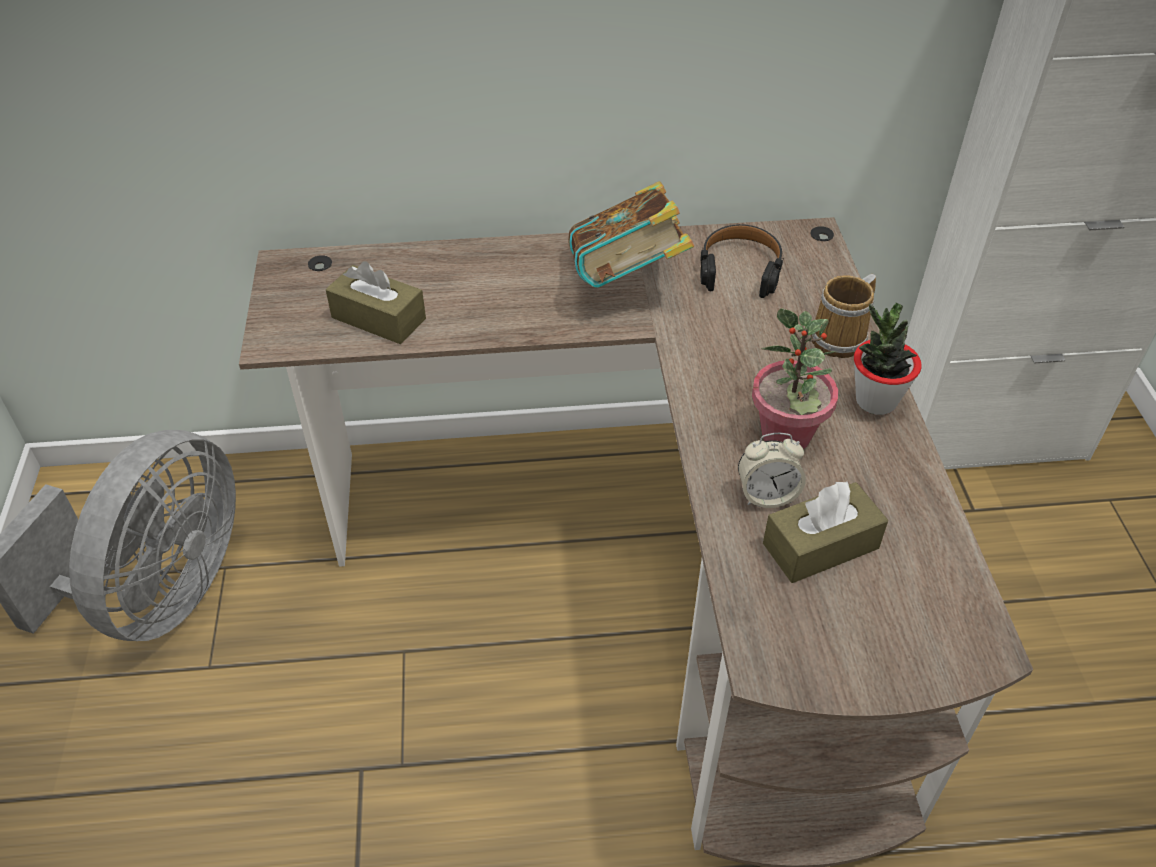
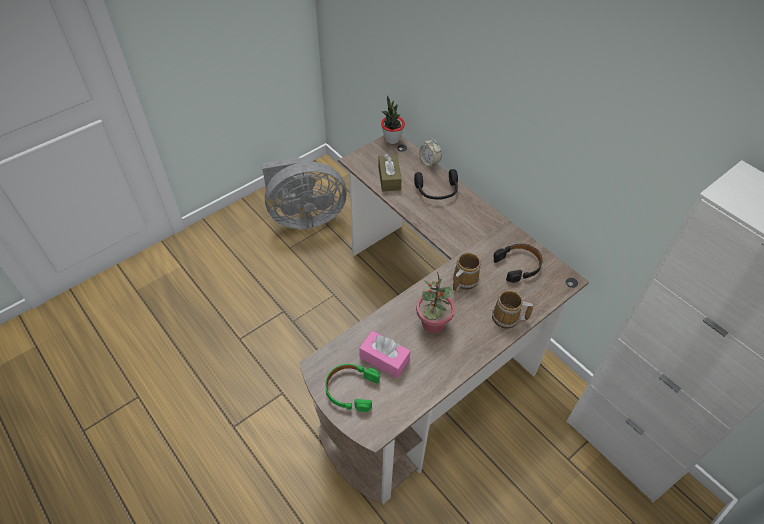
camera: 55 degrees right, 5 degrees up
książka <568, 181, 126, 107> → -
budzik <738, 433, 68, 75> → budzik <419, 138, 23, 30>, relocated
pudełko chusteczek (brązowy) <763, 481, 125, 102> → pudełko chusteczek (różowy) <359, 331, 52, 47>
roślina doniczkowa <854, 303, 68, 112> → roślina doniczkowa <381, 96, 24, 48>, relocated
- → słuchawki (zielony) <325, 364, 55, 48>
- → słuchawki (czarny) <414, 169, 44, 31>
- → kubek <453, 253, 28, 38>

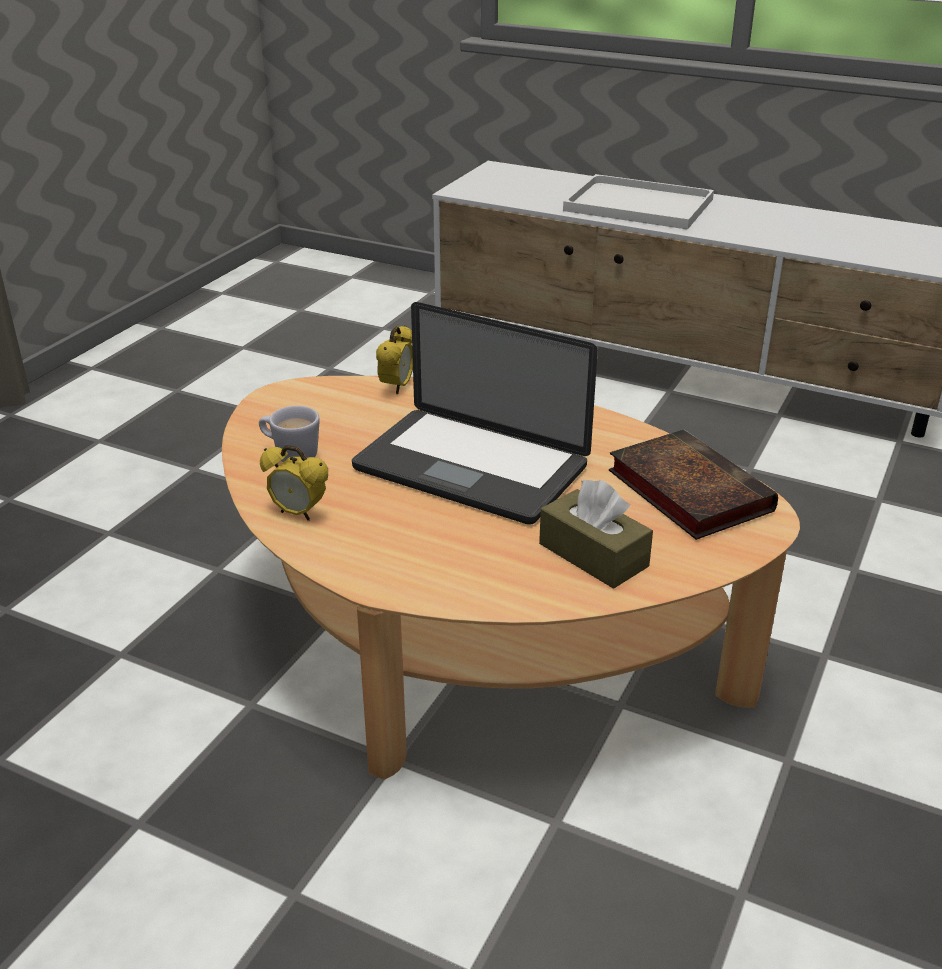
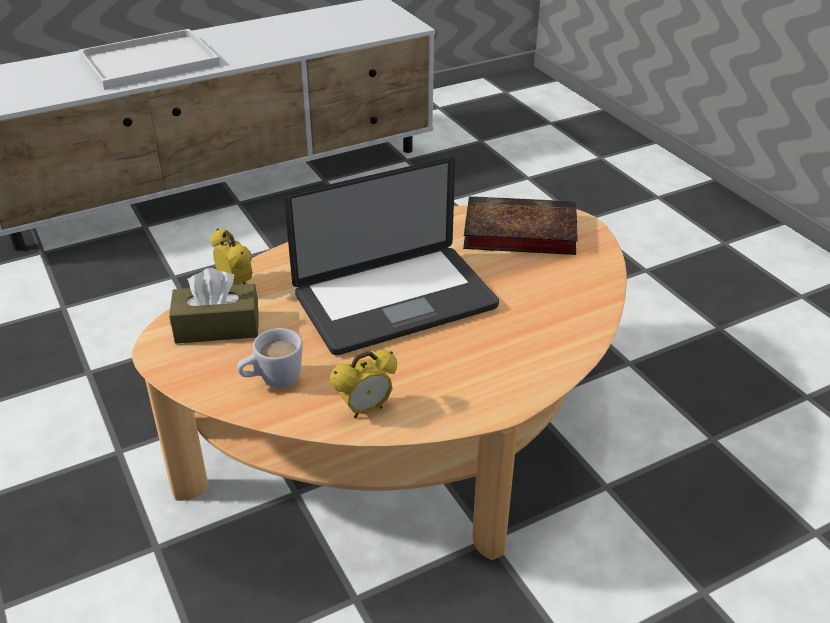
camera: 55 degrees left, 5 degrees up
pudełko chusteczek (brązowy) <539, 480, 114, 109> → pudełko chusteczek (brązowy) <169, 268, 90, 76>, relocated

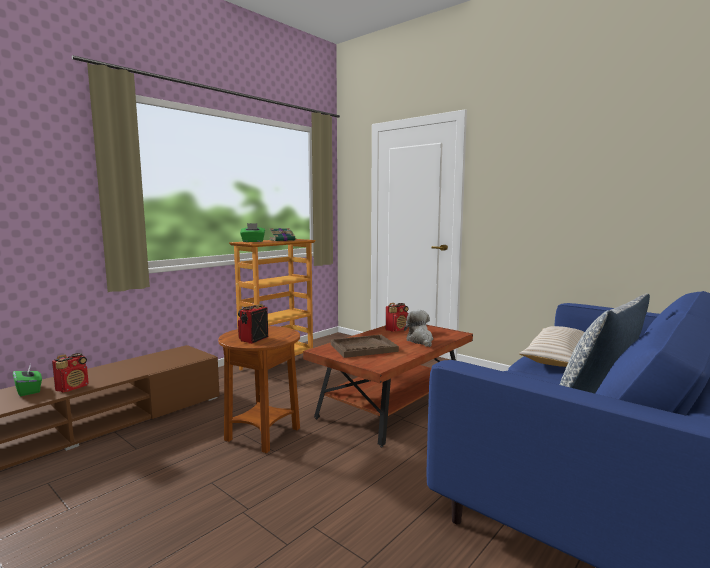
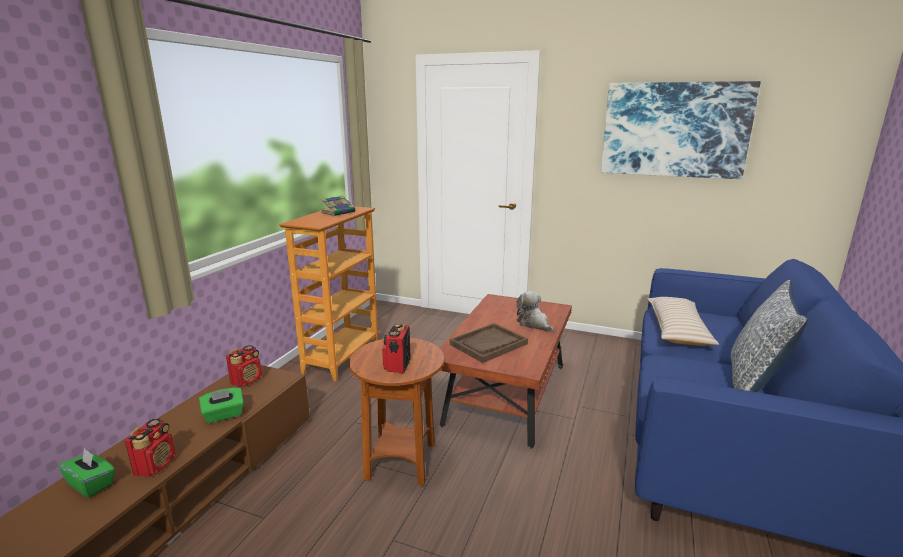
camera: 20 degrees left, 10 degrees up
pudełko chusteczek (zielony) <240, 223, 25, 19> → pudełko chusteczek (zielony) <199, 388, 45, 35>, relocated
radio <386, 303, 23, 29> → radio <226, 345, 36, 42>, relocated
- → obraz <601, 81, 160, 98>

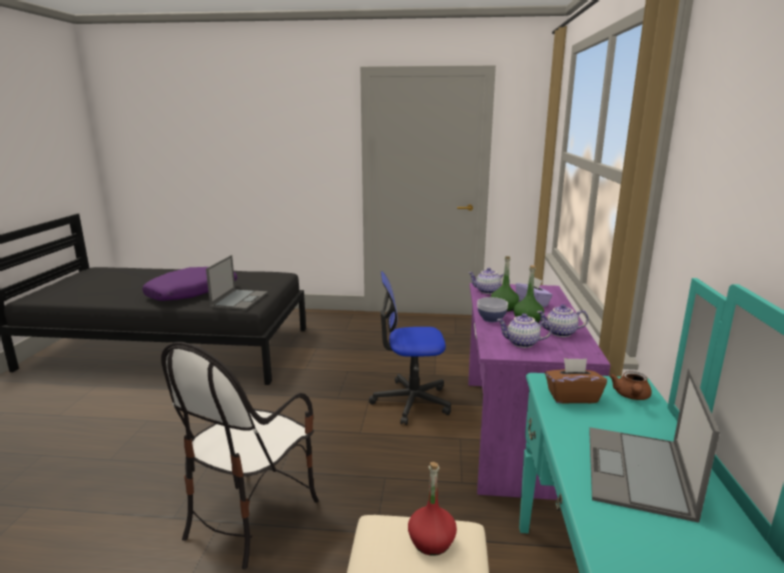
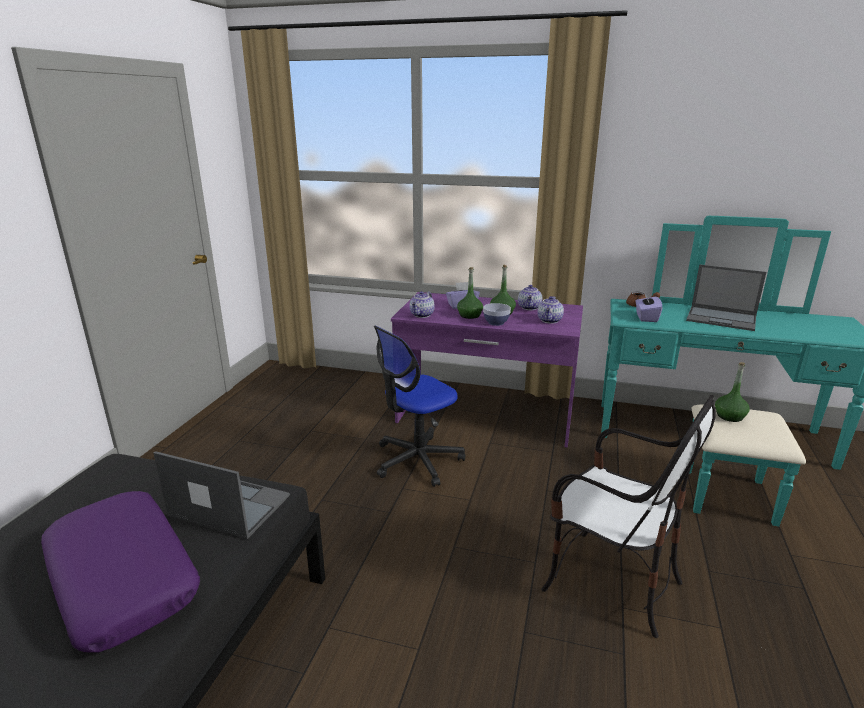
camera: 80 degrees left, 5 degrees up
krzesło biurowe <369, 271, 82, 154> → krzesło biurowe <374, 326, 91, 161>, 45 degrees clockwise
butelka (czerwony) <408, 462, 49, 94> → butelka (zielony) <715, 362, 35, 60>
pudełko chusteczek (brązowy) <545, 358, 62, 45> → pudełko chusteczek (fioletowy) <635, 293, 28, 29>

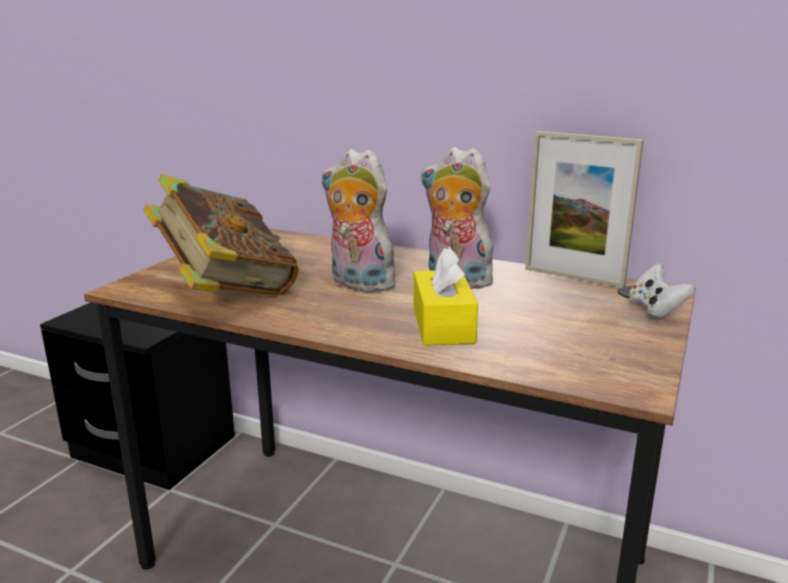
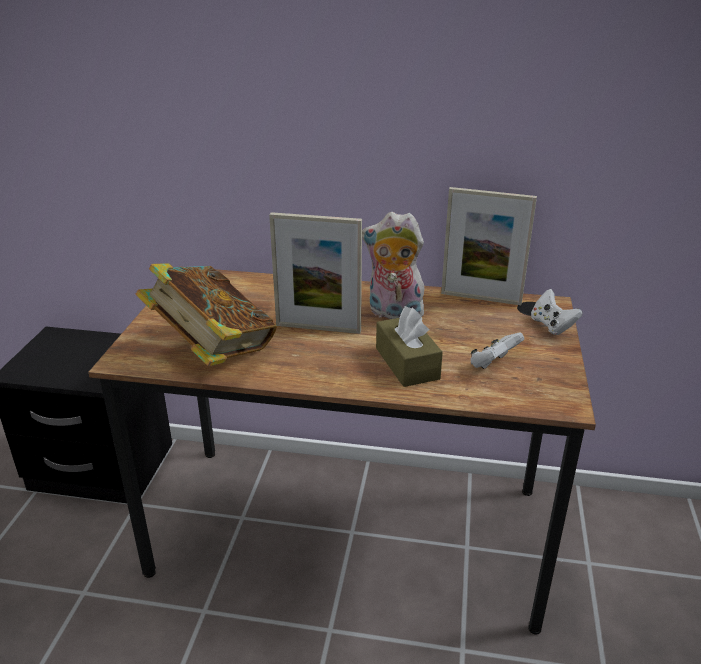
camera: 15 degrees left, 10 degrees up
pluszak <321, 149, 77, 143> → ramka na zdjęcie <269, 212, 93, 122>
pudełko chusteczek (żółty) <413, 247, 65, 99> → pudełko chusteczek (brązowy) <376, 306, 67, 81>
- → pad do gier (biały) <470, 332, 54, 37>

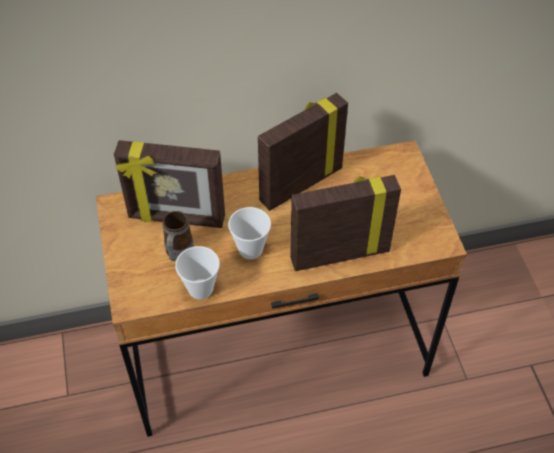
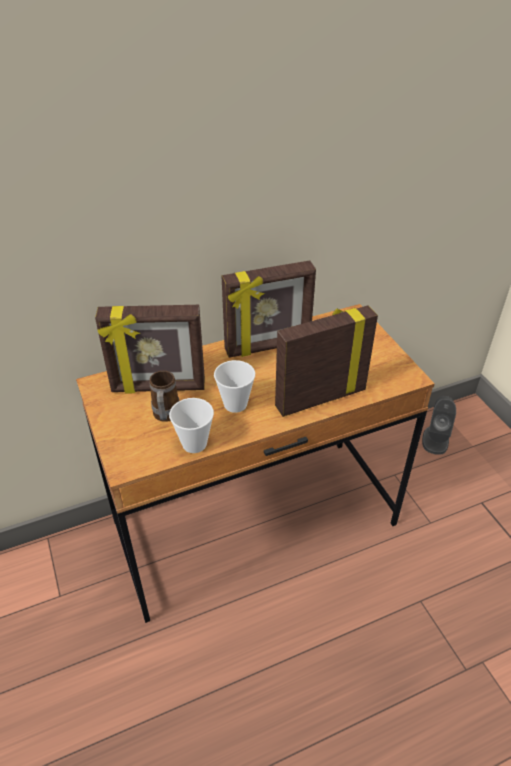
camera: 10 degrees left, 10 degrees down
ramka na zdjęcie <258, 93, 90, 118> → ramka na zdjęcie <222, 260, 94, 98>, 150 degrees counterclockwise
- → głośnik (szary) <422, 396, 34, 59>

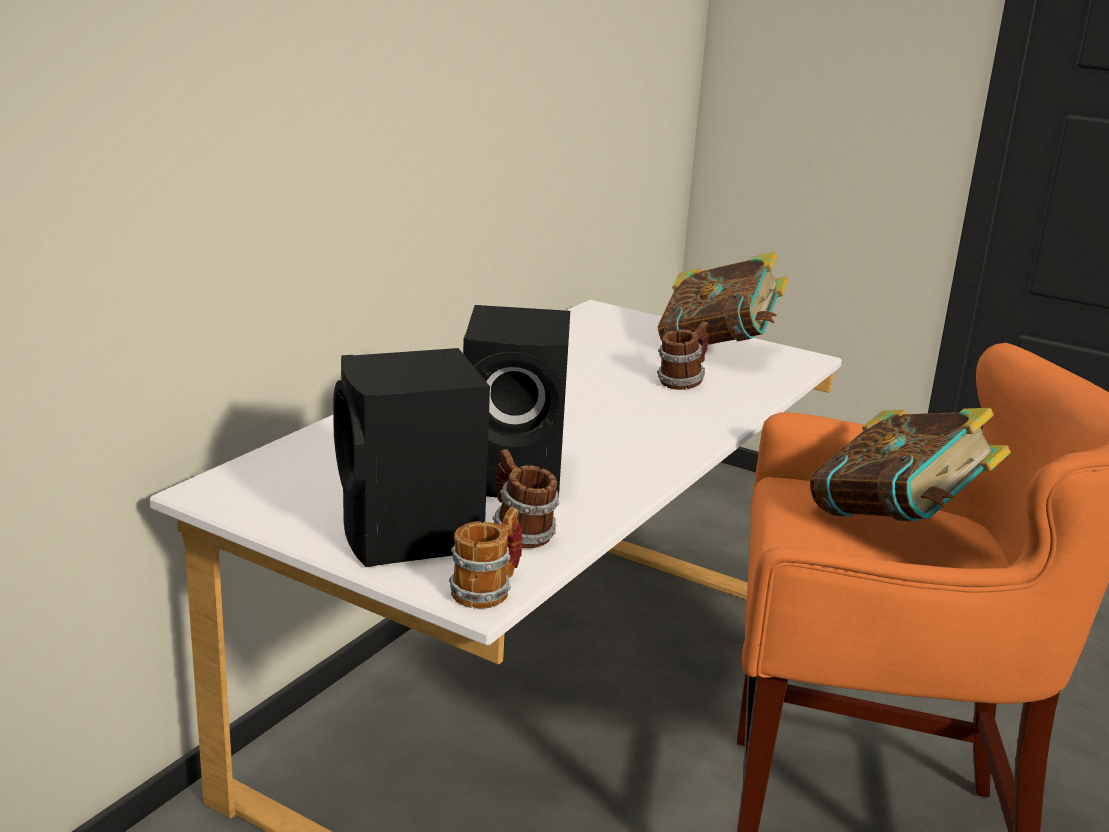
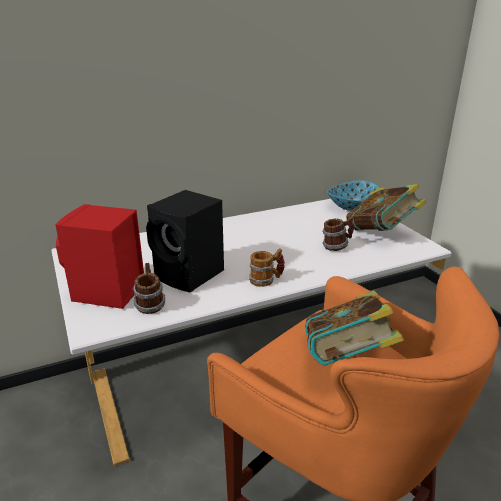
camera: 35 degrees right, 5 degrees up
głośnik (czarny) <333, 348, 157, 219> → głośnik (czerwony) <56, 204, 88, 105>
kubek <449, 507, 74, 102> → kubek <249, 248, 36, 39>, relocated
- → miska <327, 181, 52, 30>

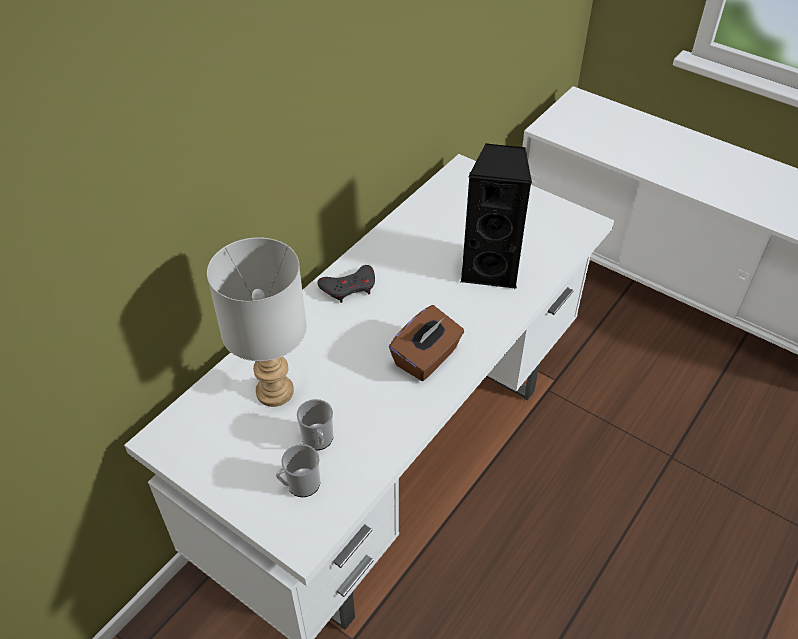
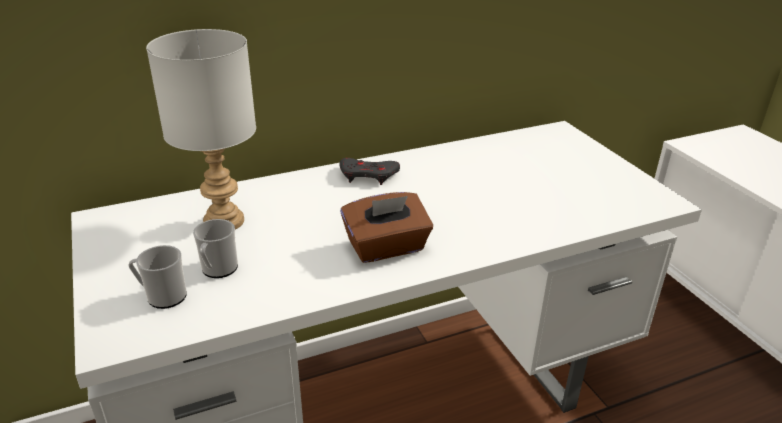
camera: 30 degrees right, 15 degrees down
głośnik (czarny) <460, 143, 72, 146> → -

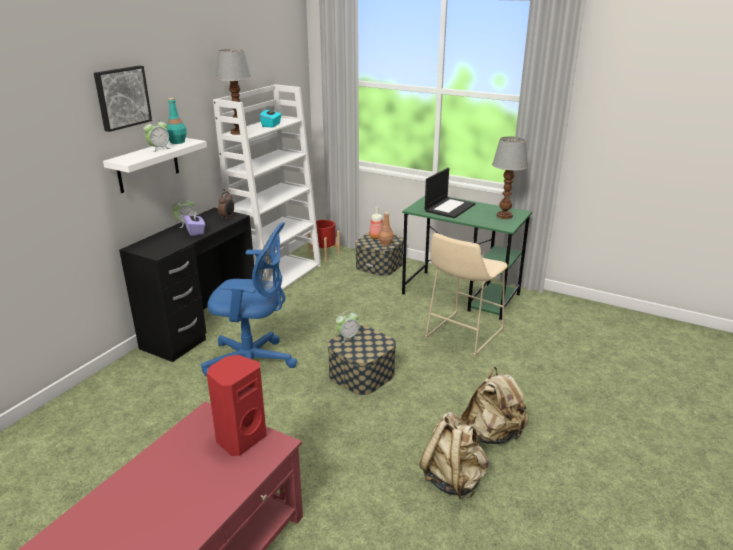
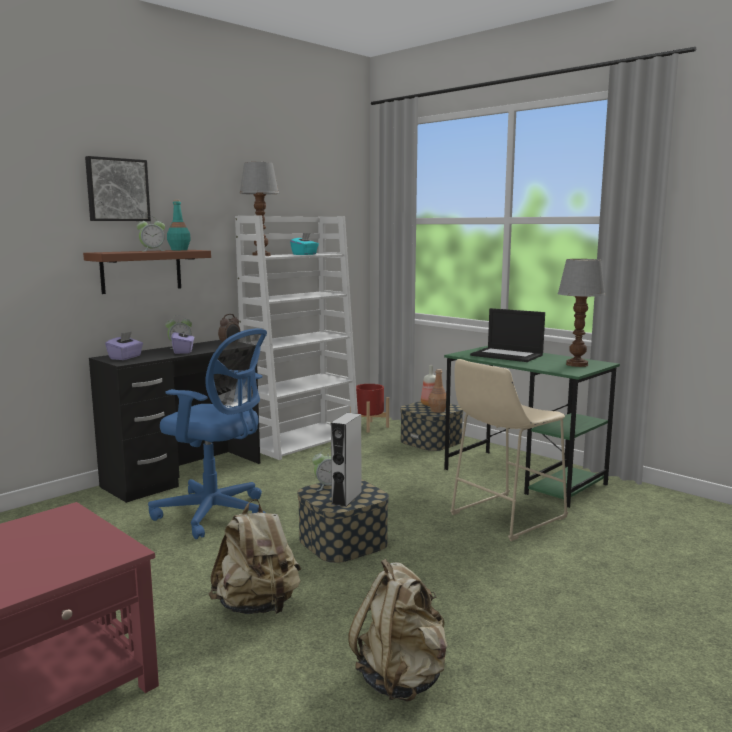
camera: 15 degrees right, 15 degrees down
półka (biały) <103, 138, 104, 55> → półka (brązowy) <83, 250, 128, 44>
głośnik (czerwony) <207, 355, 60, 101> → -
laptop <425, 168, 50, 50> → laptop <470, 308, 75, 54>, 75 degrees clockwise
plecak (beżowy) <461, 367, 68, 77> → plecak (beżowy) <209, 499, 92, 115>, relocated
- → pudełko chusteczek (fioletowy) <105, 332, 38, 28>
- → głośnik (szary) <331, 413, 31, 94>

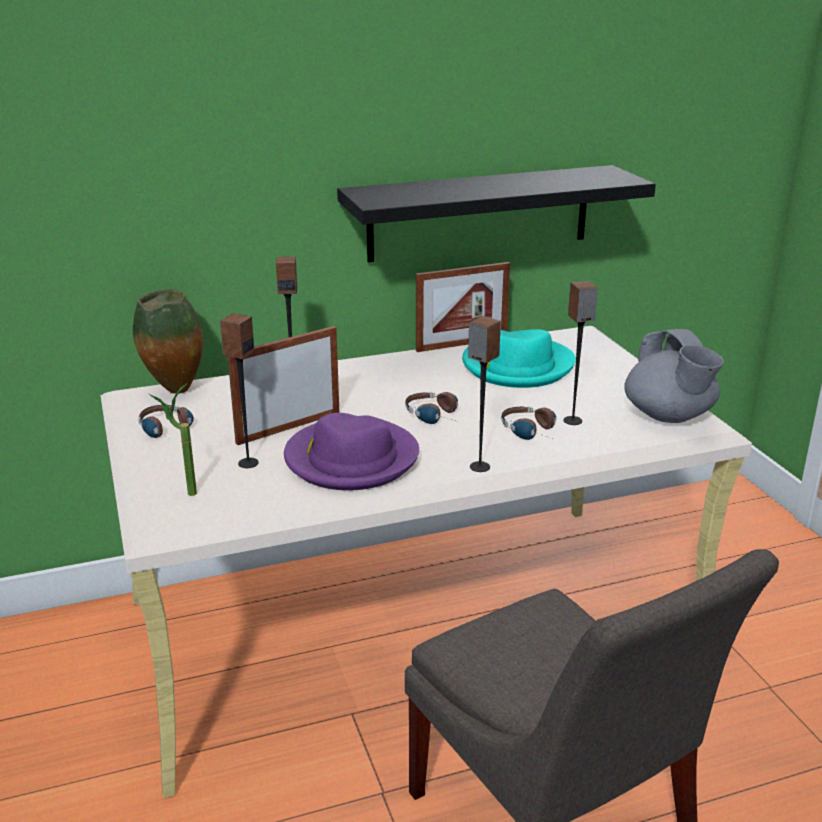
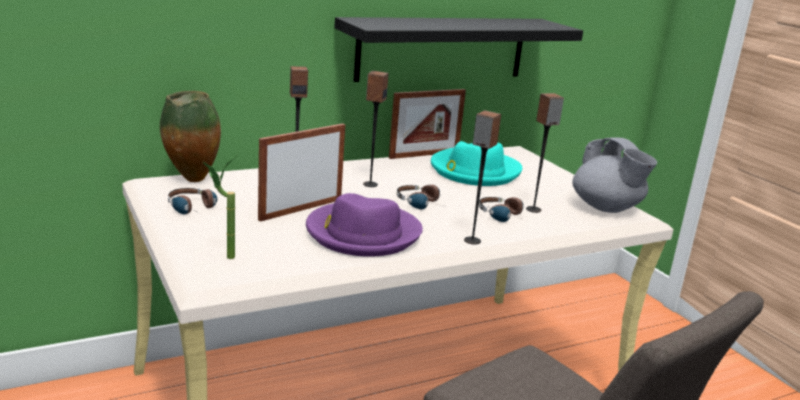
camera: 10 degrees left, 5 degrees down
głośnik <220, 313, 39, 155> → głośnik <363, 71, 26, 116>, relocated

